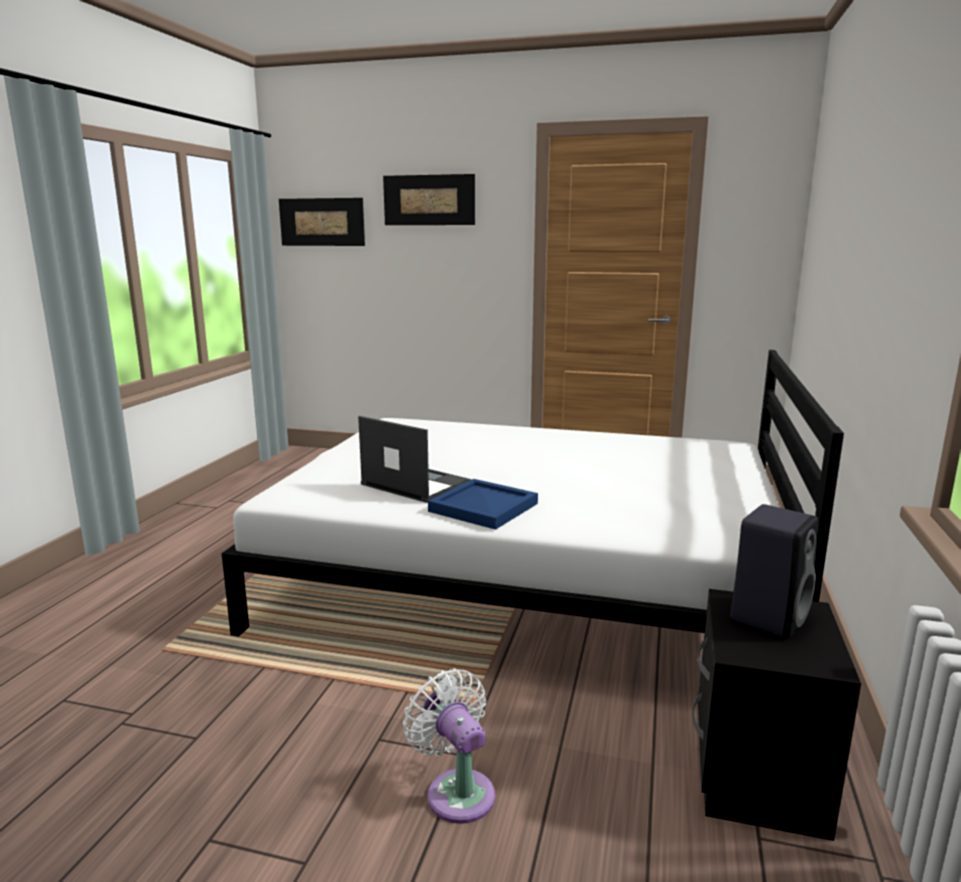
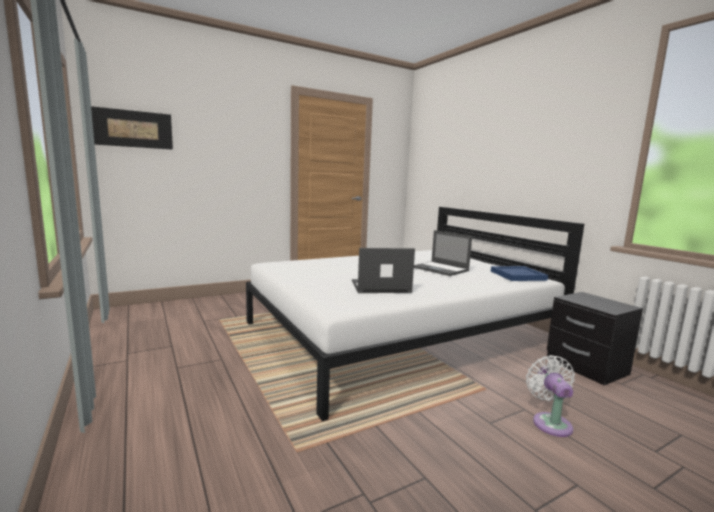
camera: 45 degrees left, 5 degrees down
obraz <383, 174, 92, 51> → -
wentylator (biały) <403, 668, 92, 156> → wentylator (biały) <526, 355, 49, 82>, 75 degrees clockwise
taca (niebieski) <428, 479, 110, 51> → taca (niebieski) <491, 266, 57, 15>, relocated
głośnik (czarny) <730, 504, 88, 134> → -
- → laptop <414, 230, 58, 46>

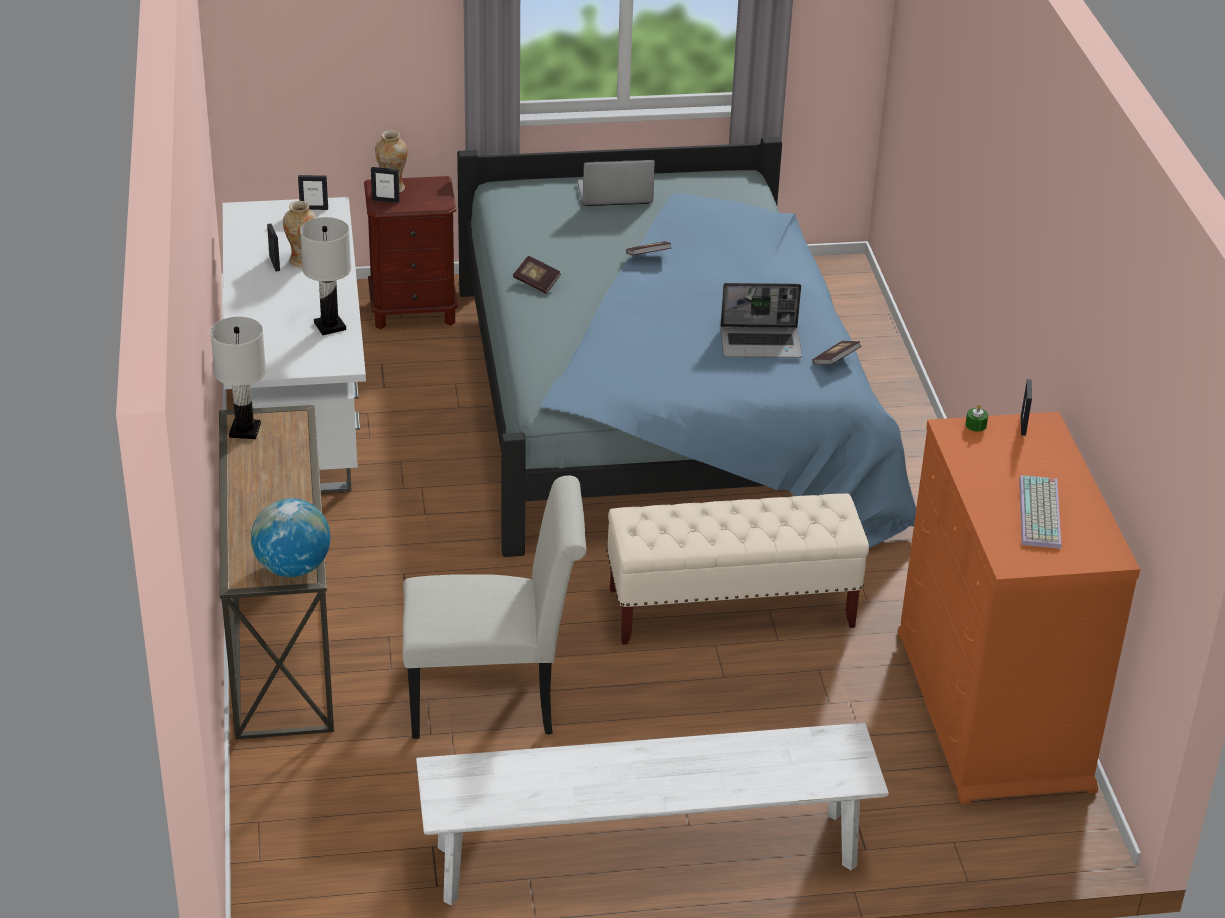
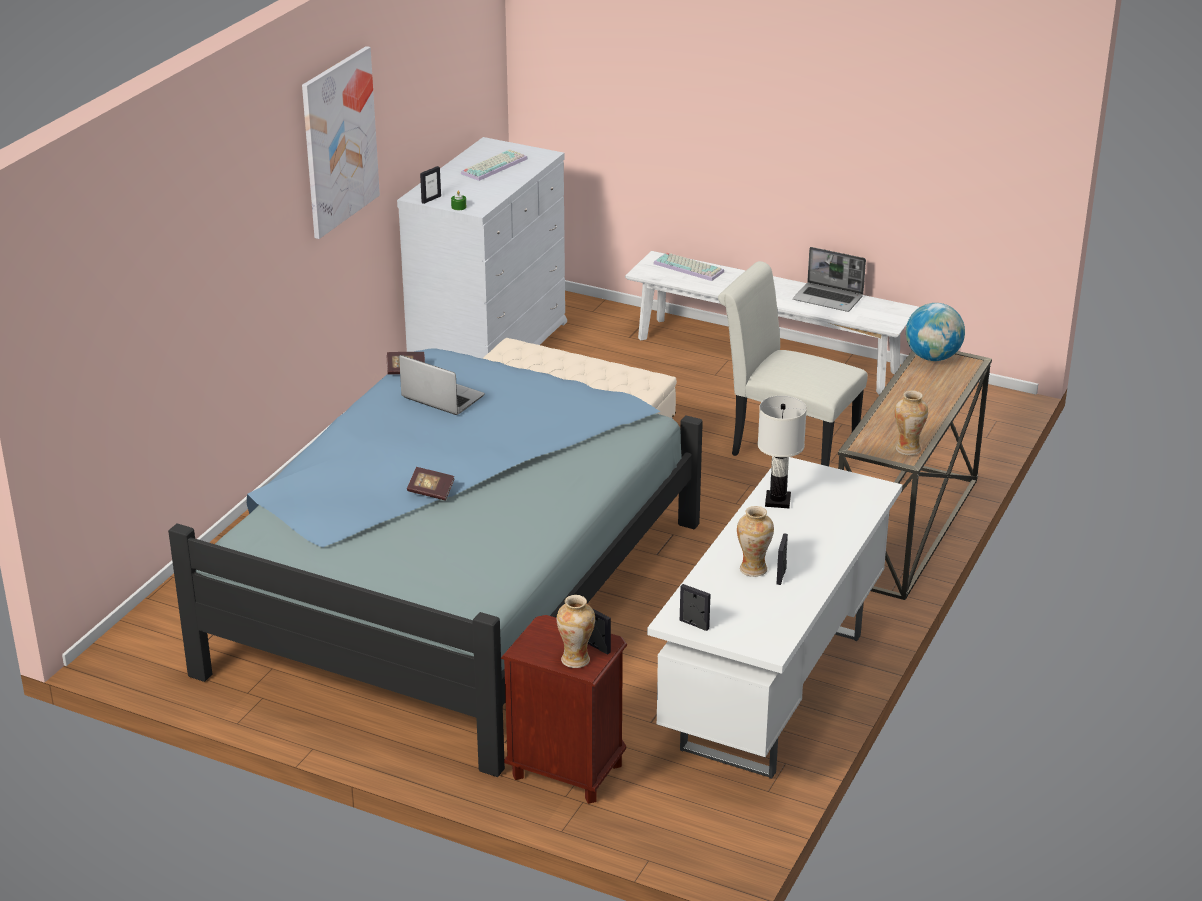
camera: 145 degrees left, 5 degrees down
lampa stołowa (biały) <210, 317, 56, 122> → wazon <894, 390, 34, 65>
książka <513, 256, 48, 38> → -
laptop <577, 160, 78, 46> → laptop <793, 247, 73, 65>, relocated
komoda (pomarańczowy) <897, 412, 243, 392> → komoda (biały) <397, 137, 170, 221>
- → obraz <302, 46, 78, 193>
- → klawiatura <653, 252, 71, 29>

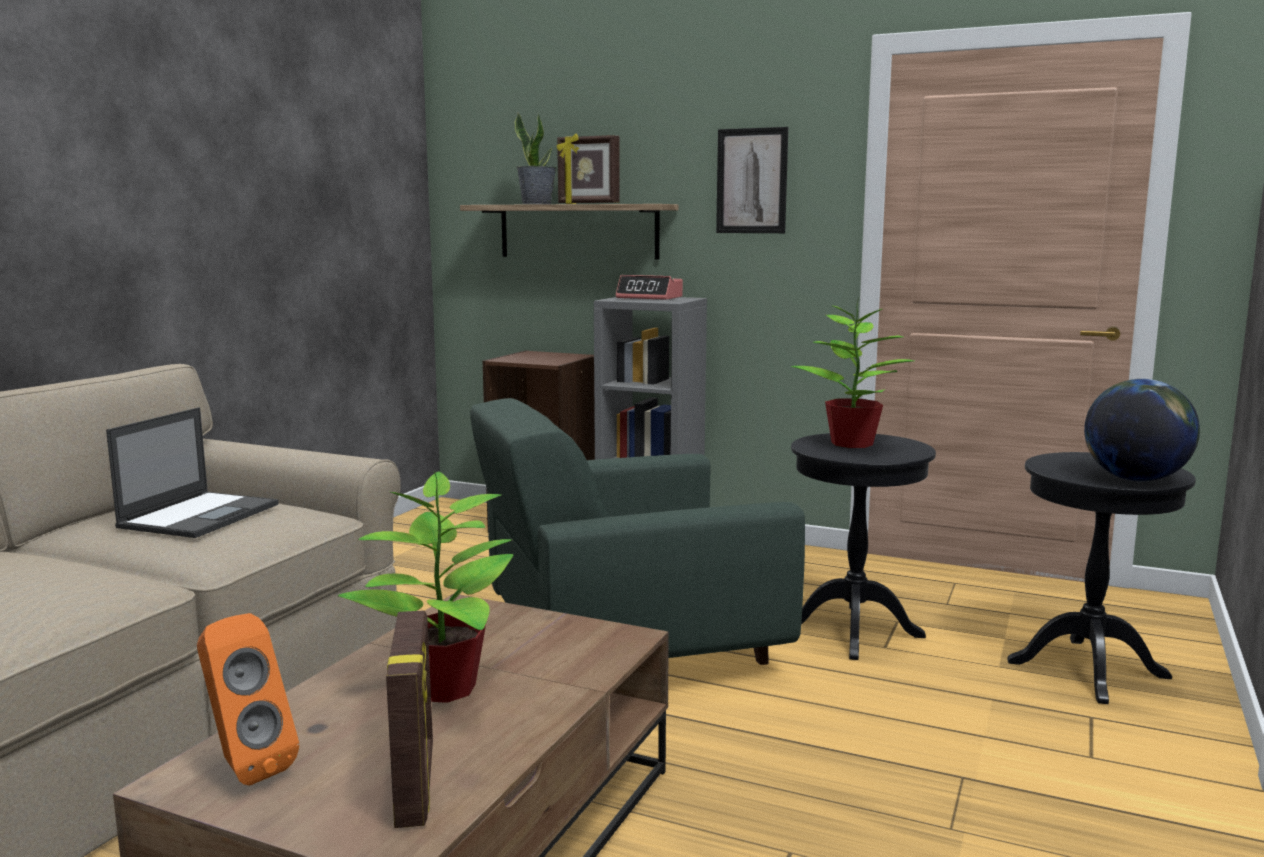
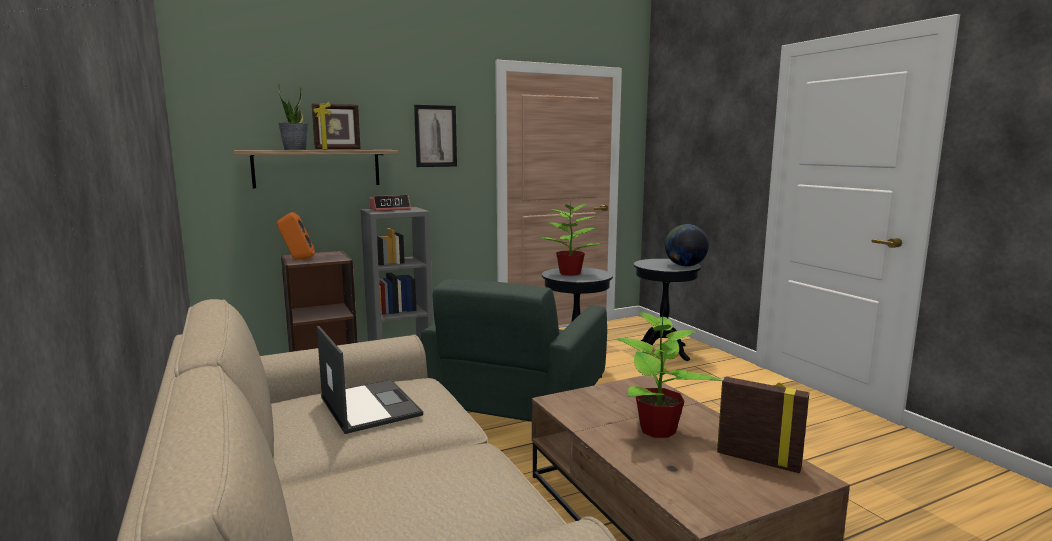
camera: 50 degrees left, 0 degrees up
głośnik (pomarańczowy) <197, 613, 102, 173> → głośnik (pomarańczowy) <277, 212, 38, 48>, relocated

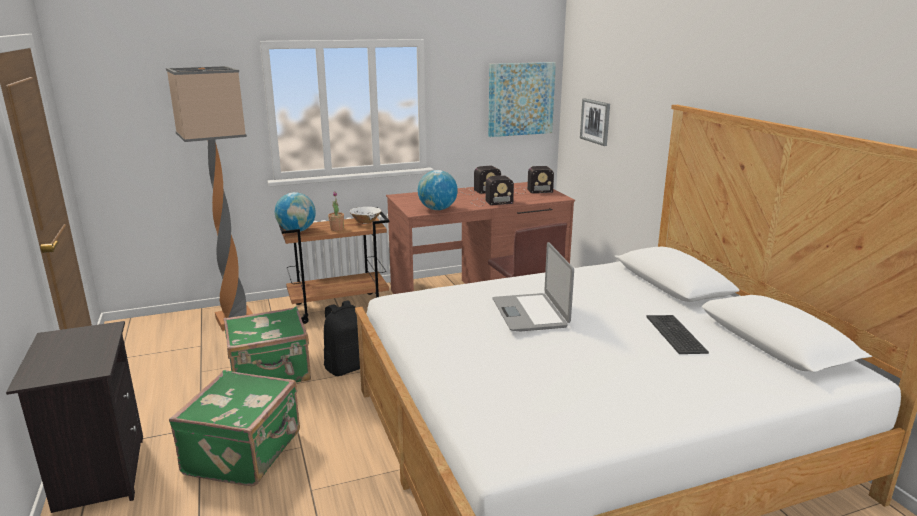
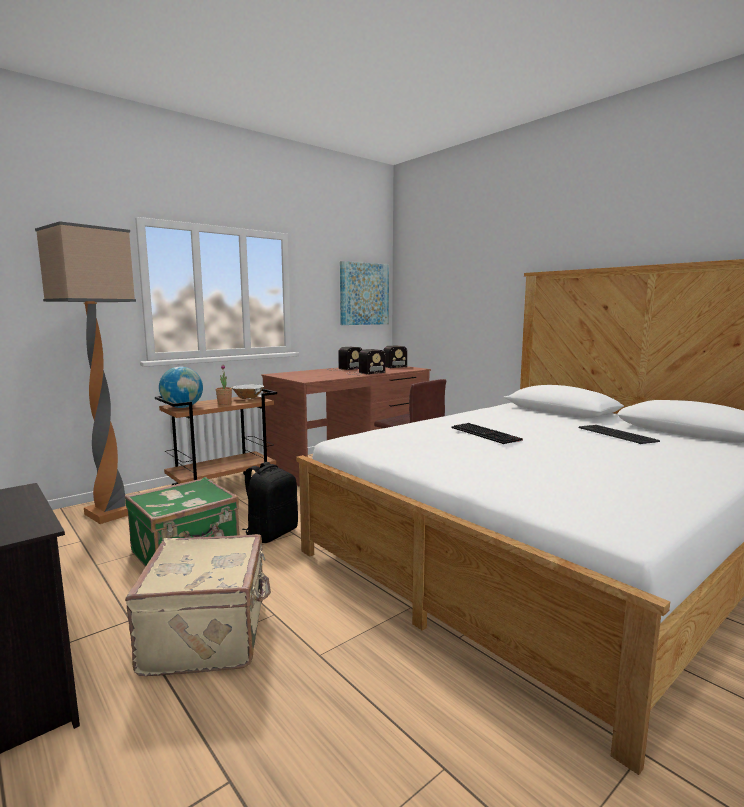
camera: 20 degrees left, 10 degrees down
walizka (zielony) <169, 370, 131, 116> → walizka (beżowy) <125, 534, 146, 142>
globus <418, 170, 40, 40> → -
laptop <493, 242, 81, 89> → klawiatura <451, 423, 72, 21>
obraz <580, 98, 30, 48> → -

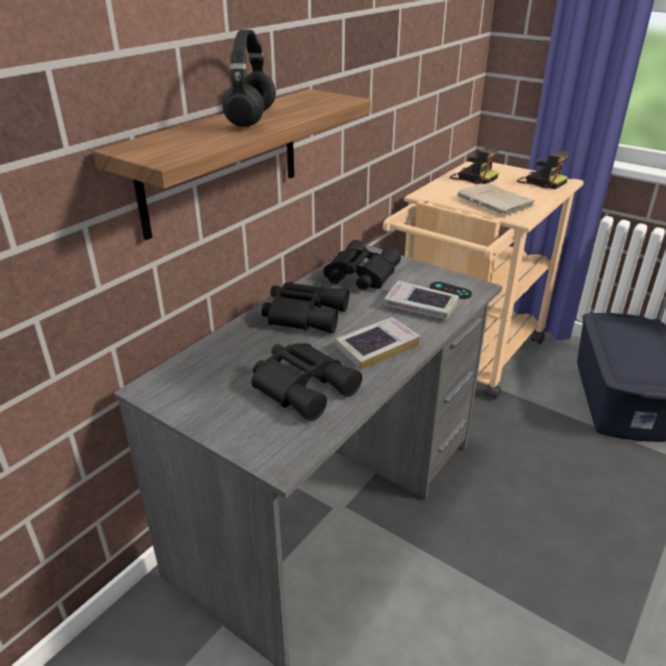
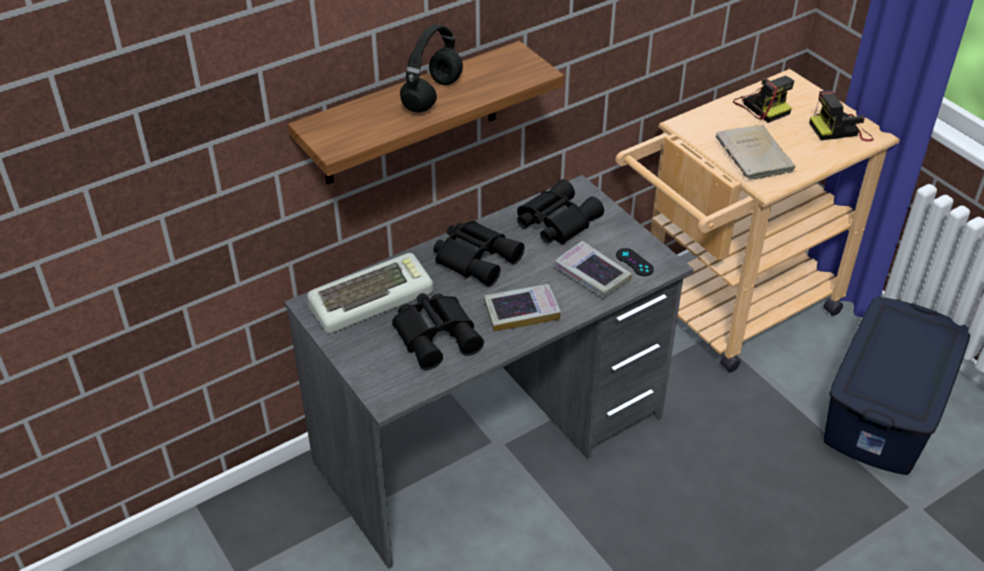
camera: 20 degrees right, 10 degrees up
aparat fotograficzny <517, 150, 53, 39> → aparat fotograficzny <809, 91, 64, 51>, 105 degrees clockwise
- → klawiatura <307, 253, 126, 80>

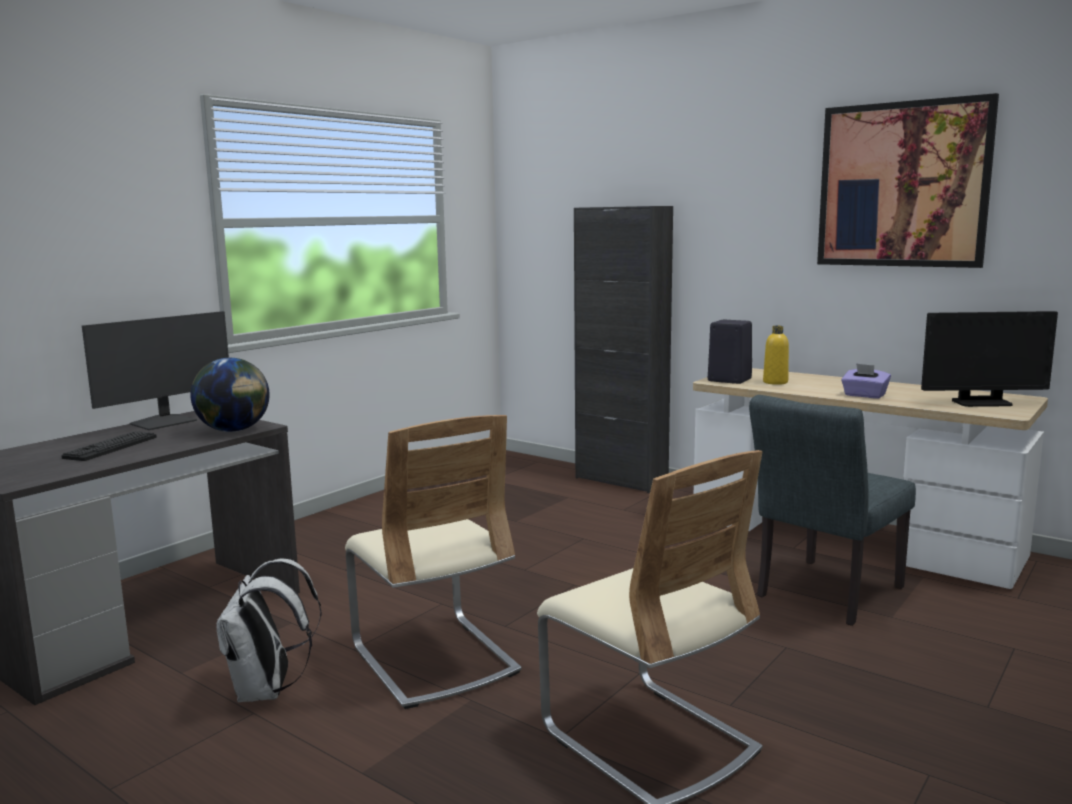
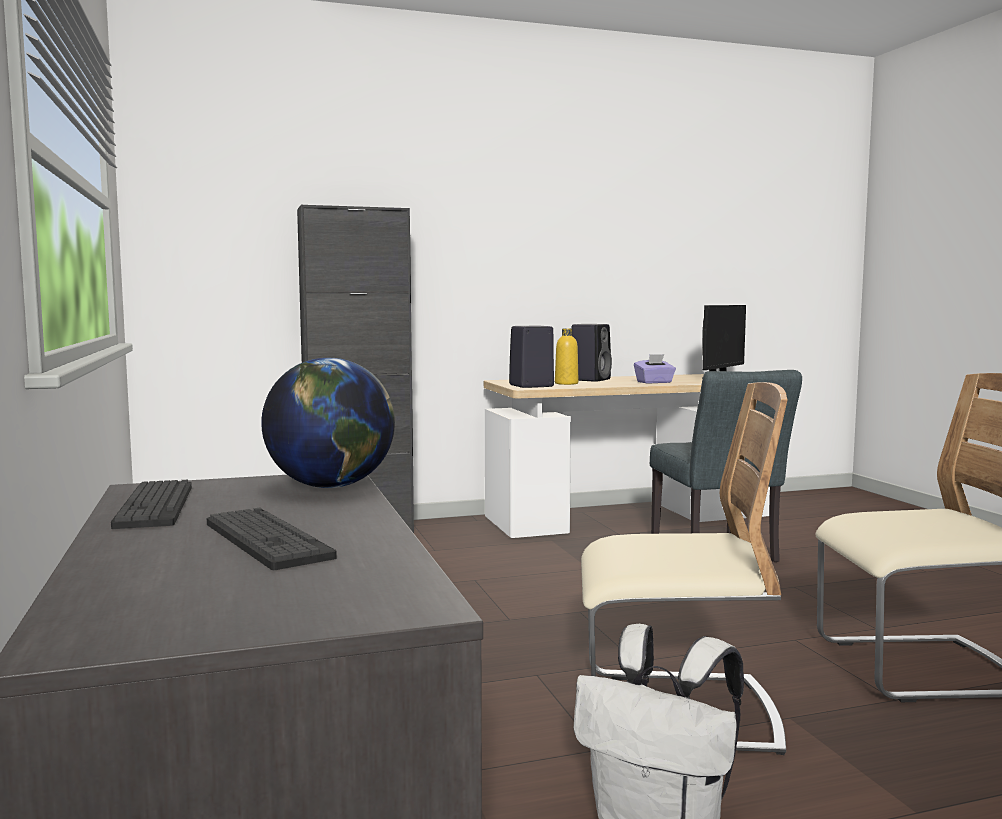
camera: 55 degrees left, 5 degrees down
monitor <82, 311, 147, 119> → klawiatura <111, 480, 81, 49>
obraz <817, 93, 182, 175> → -
- → głośnik (czarny) <571, 324, 41, 58>

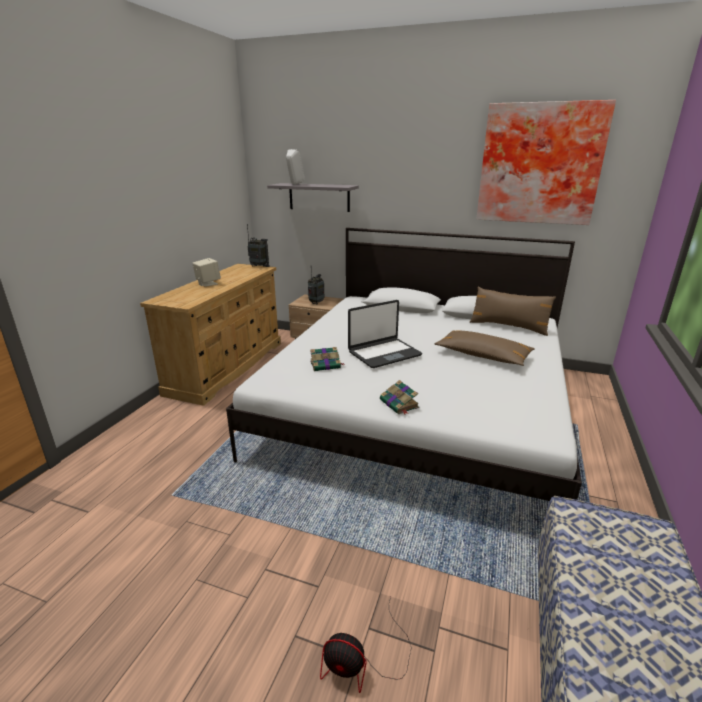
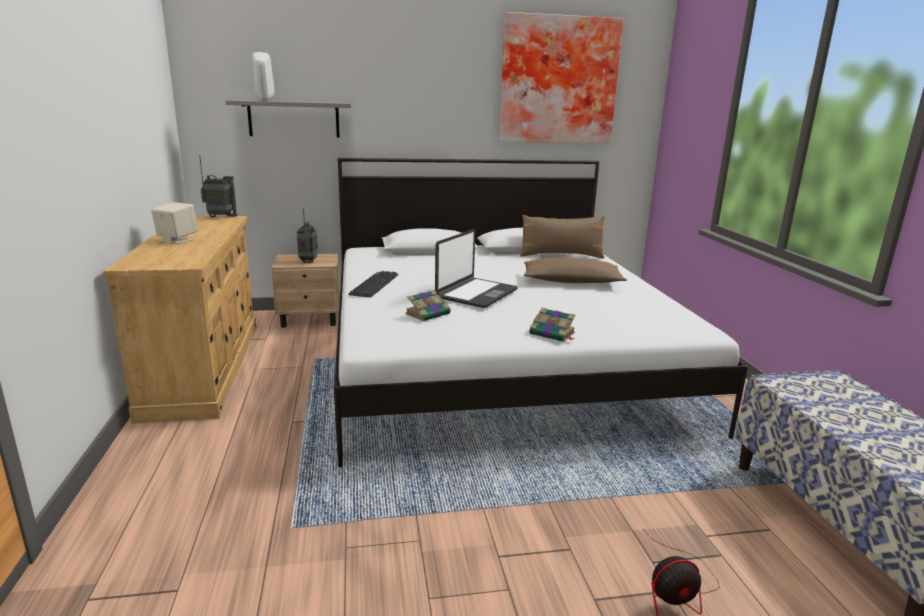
camera: 30 degrees left, 5 degrees down
- → klawiatura <348, 271, 50, 26>

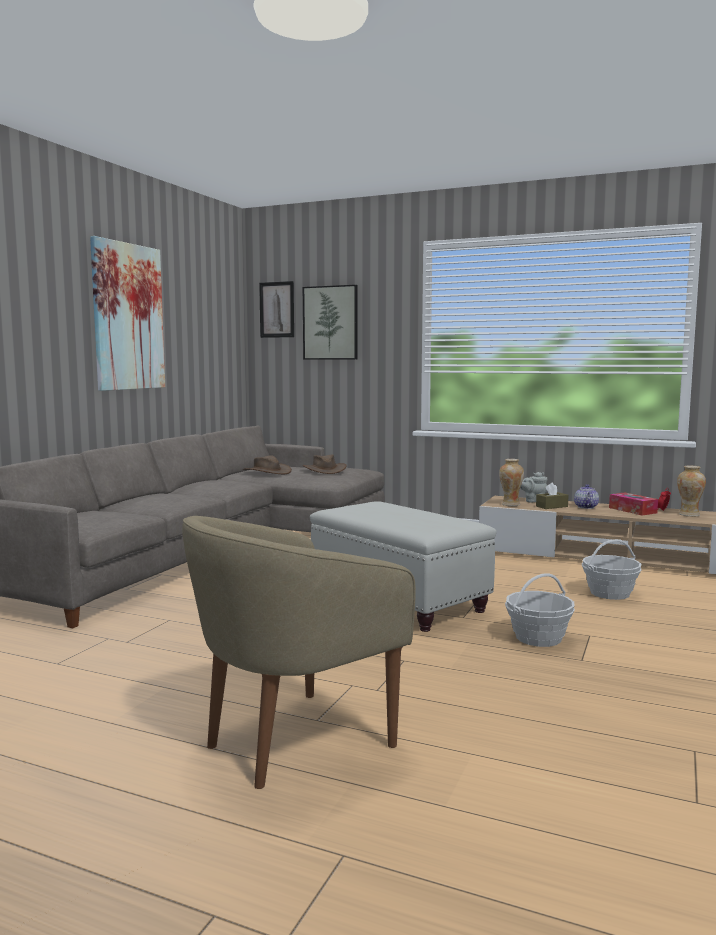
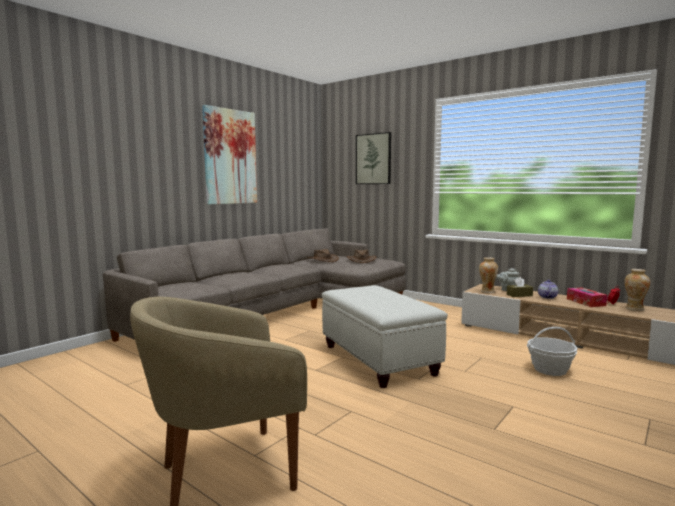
camera: 15 degrees right, 0 degrees up
obraz <259, 281, 35, 57> → -
koszyk <505, 573, 70, 74> → -

